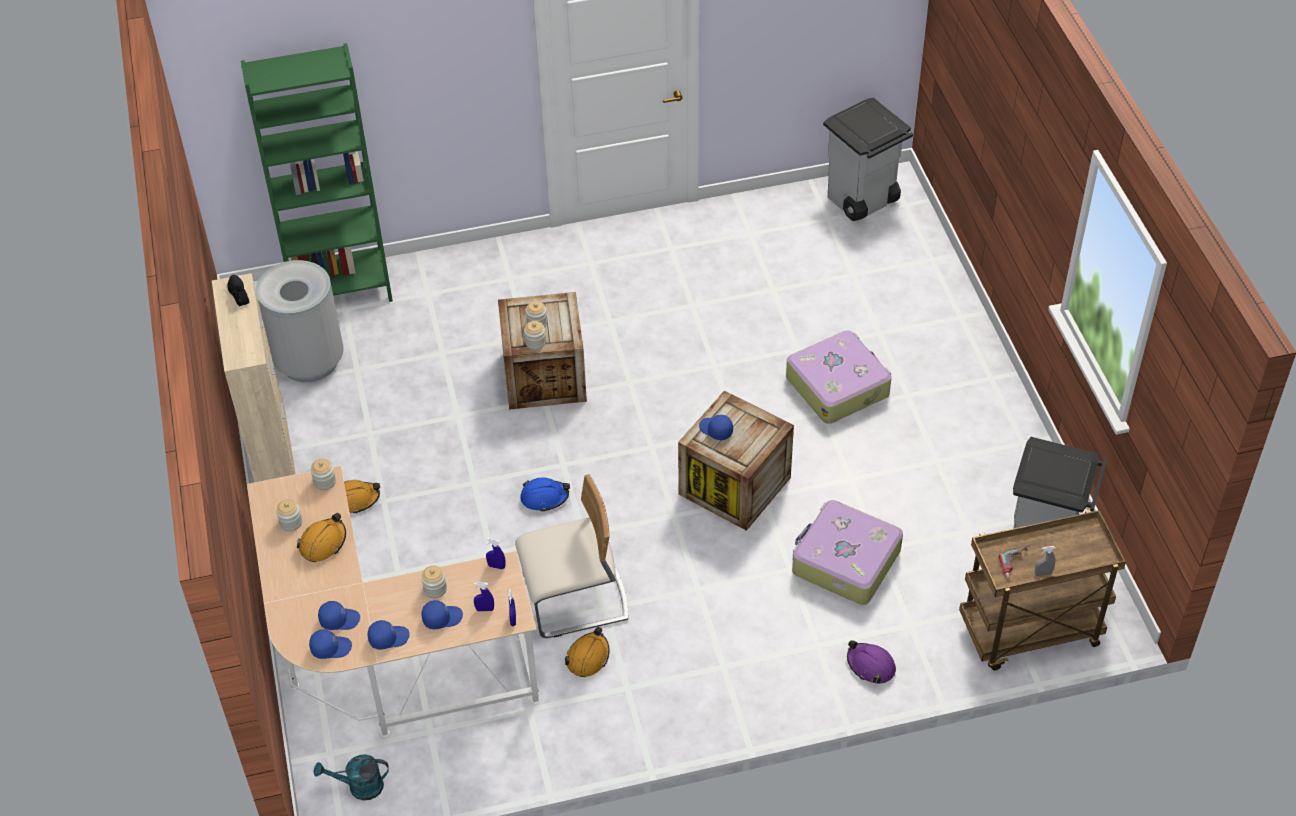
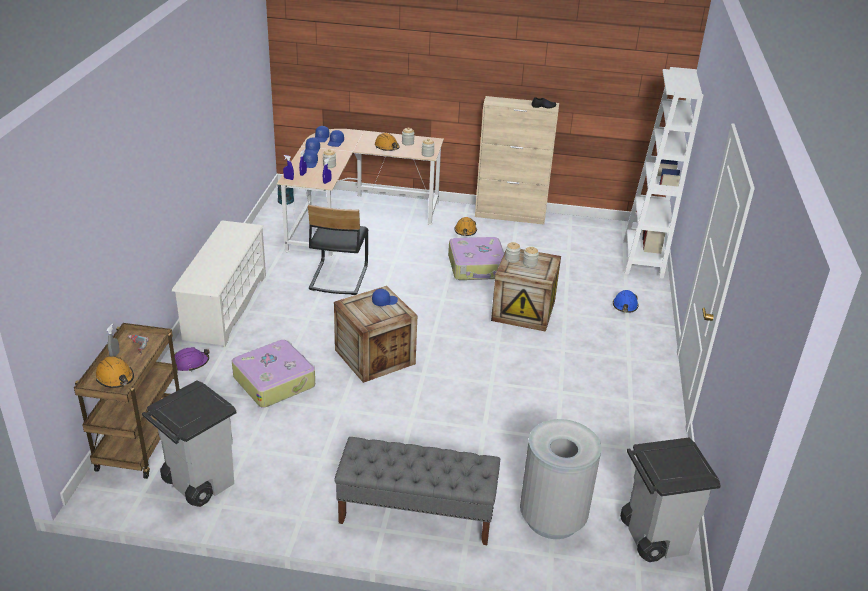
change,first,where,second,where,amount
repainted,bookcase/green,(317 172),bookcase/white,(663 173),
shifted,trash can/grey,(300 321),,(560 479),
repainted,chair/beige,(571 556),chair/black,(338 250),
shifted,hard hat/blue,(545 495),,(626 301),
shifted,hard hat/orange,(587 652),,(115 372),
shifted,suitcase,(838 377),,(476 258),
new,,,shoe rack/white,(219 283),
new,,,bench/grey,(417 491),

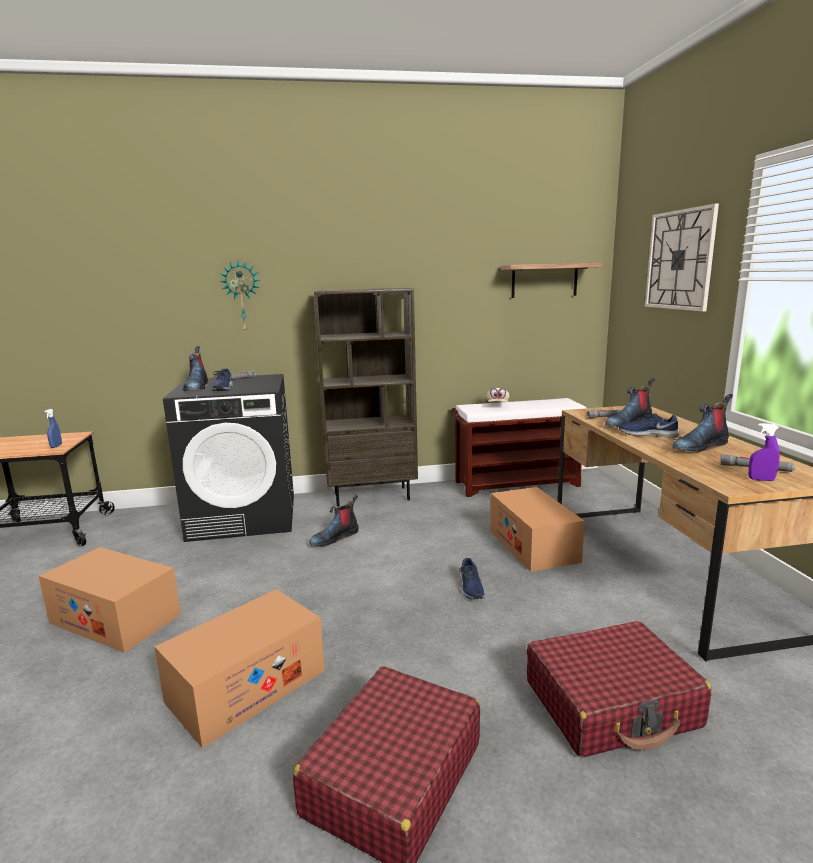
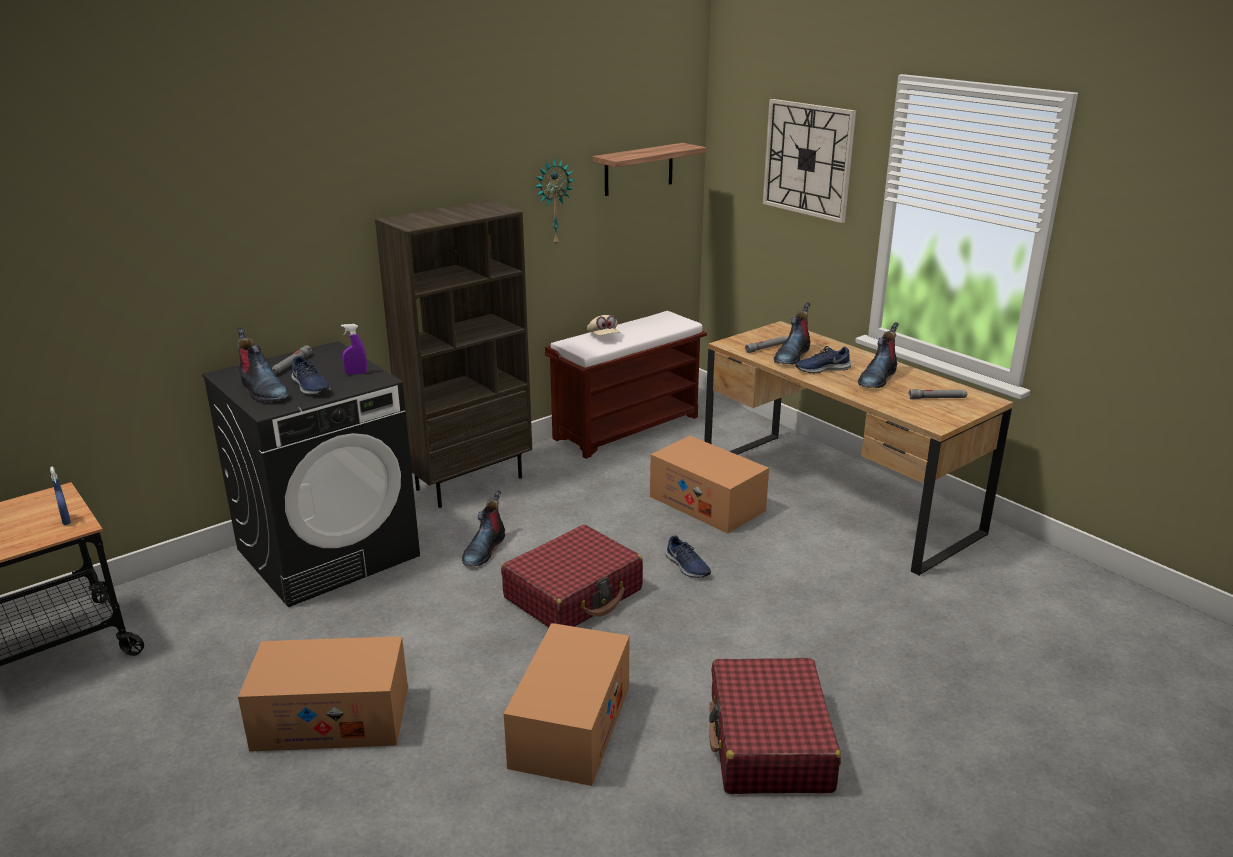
change,first,where,second,where,amount
shifted,wall clock,(240 296),,(554 202),
shifted,suitcase/red,(619 689),,(572 576),
shifted,spray bottle/purple,(764 452),,(354 349),

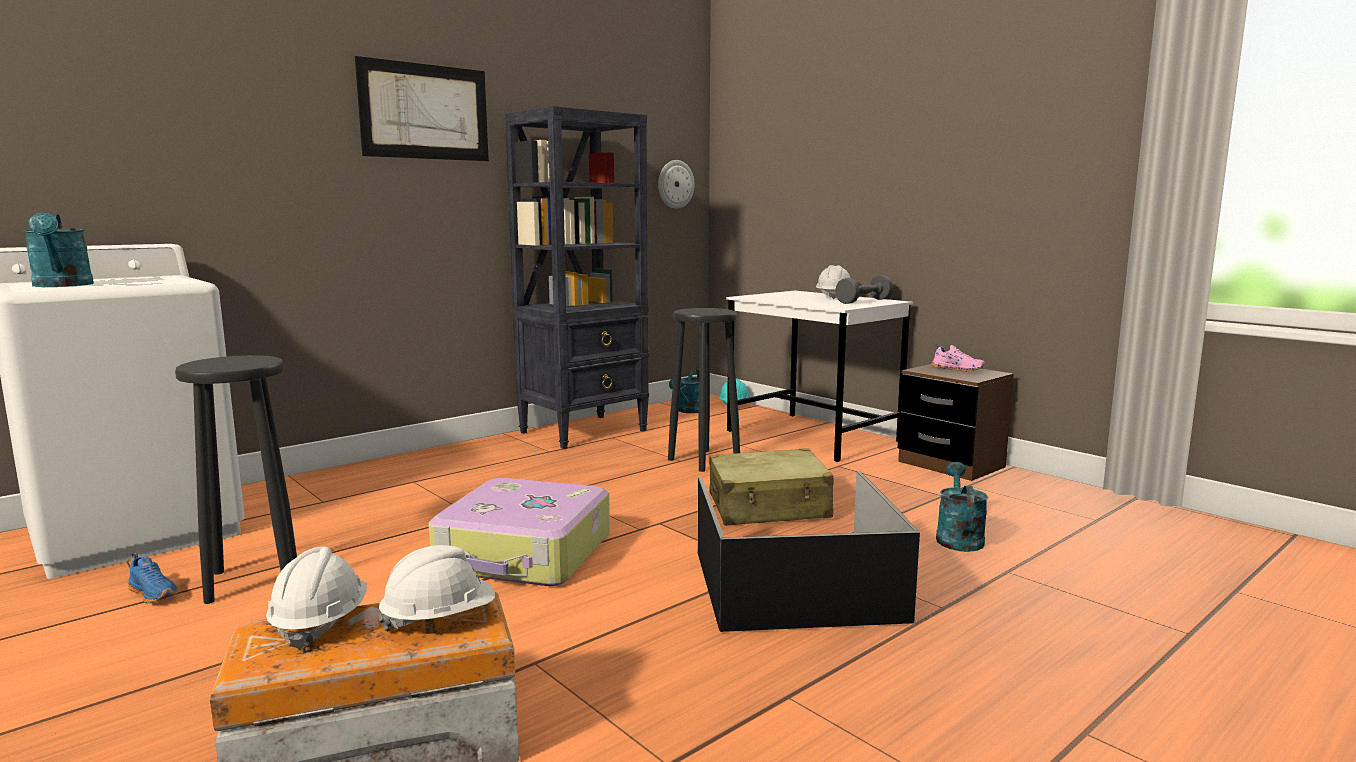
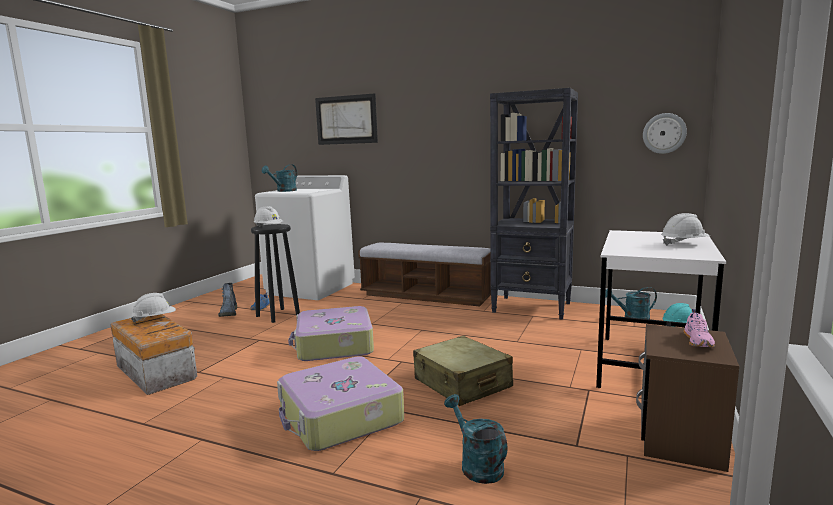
change,first,where,second,where,amount
shifted,picture,(422 108),,(346 119),
shifted,hard hat/white,(436 588),,(268 216),
gone,stool/black,(704 390),,,
swapped,storage box/black,(809 551),suitcase,(340 403),
gone,dumbbell/grey,(864 289),,,
rotated,watering can/turquoise,(962 507),,(475 439),105 degrees counterclockwise
new,,,boot,(227 300),
new,,,bench,(424 274),

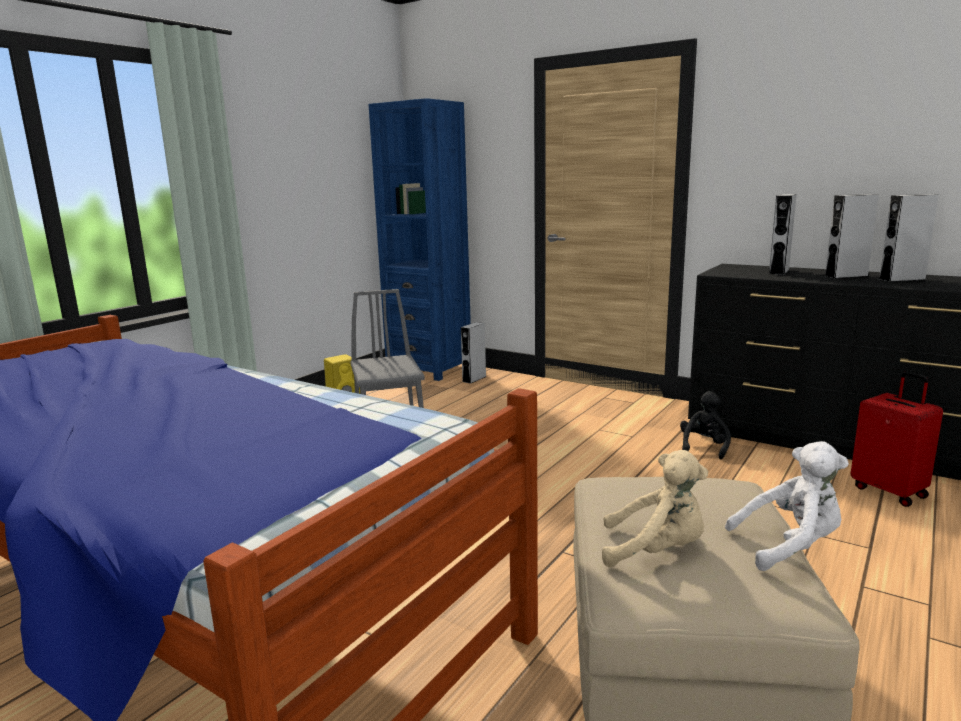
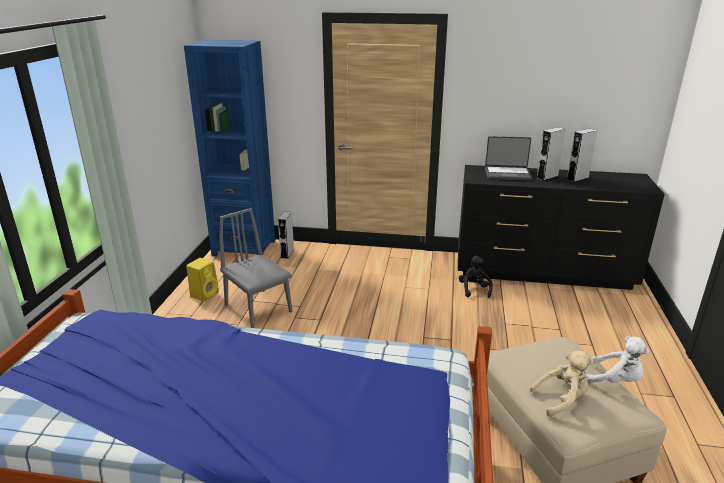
change,first,where,second,where,amount
rotated,plush toy/white,(787 506),,(617 360),60 degrees clockwise
swapped,speaker/grey,(783 234),laptop,(508 158),
gone,suitcase/red,(896 439),,,

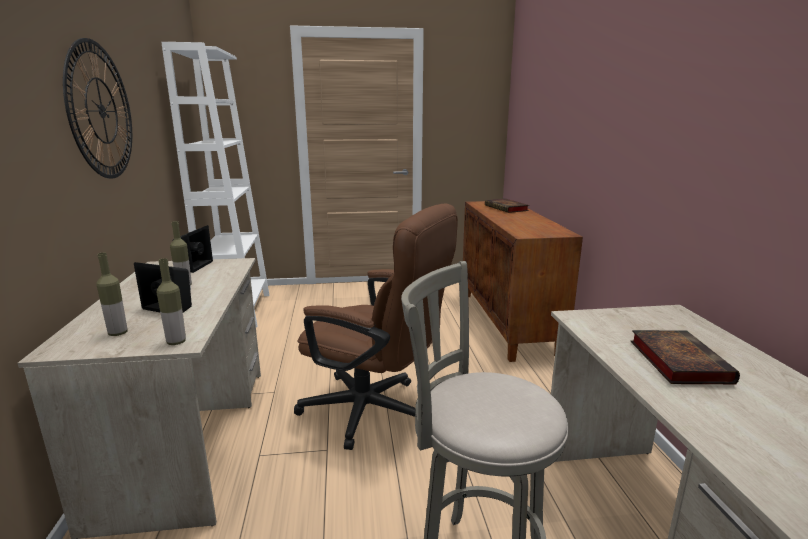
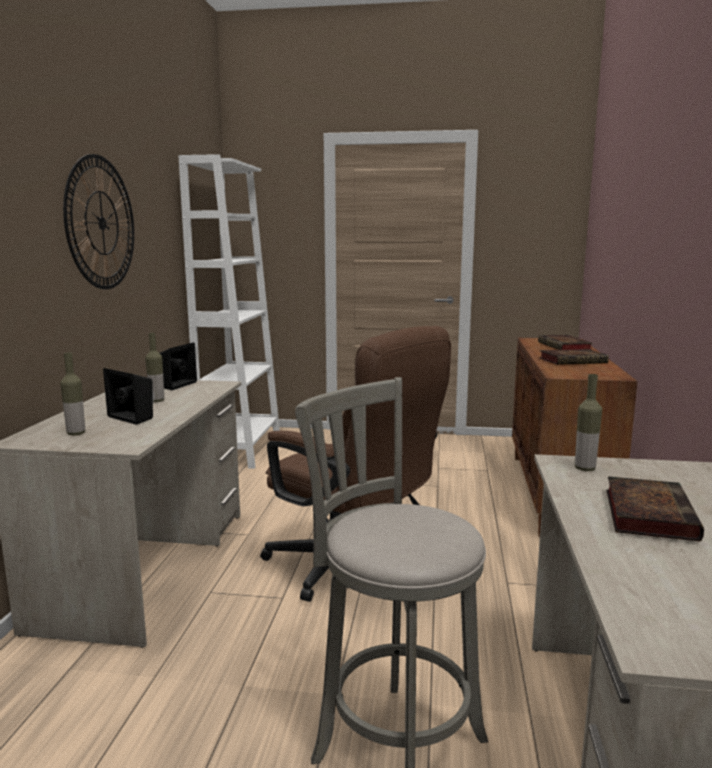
change,first,where,second,where,amount
shifted,bottle,(171 301),,(588 422),
new,,,book,(574 357),

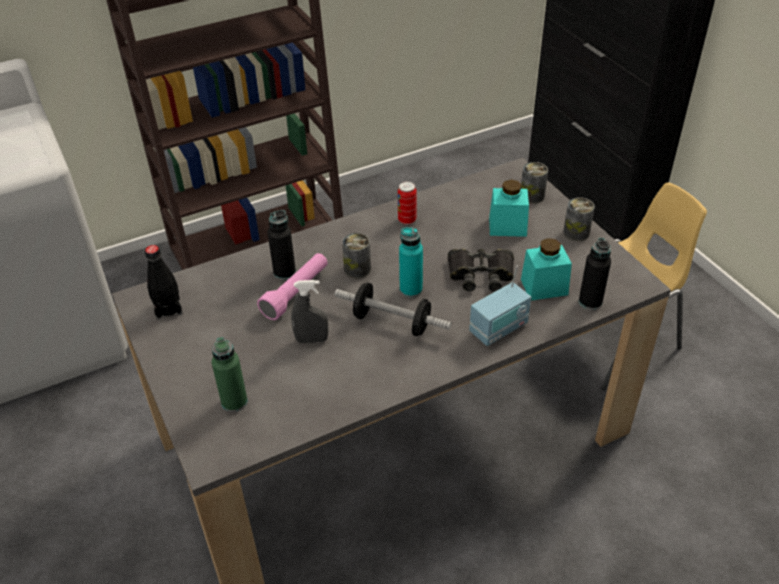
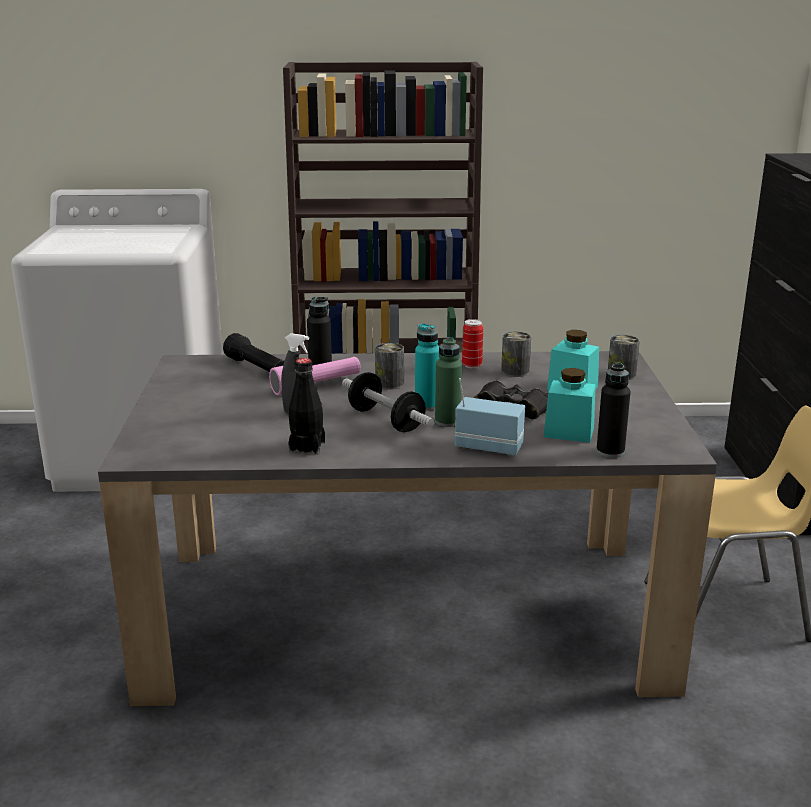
change,first,where,second,where,amount
shifted,bottle/black,(164 282),,(306 406),
shifted,bottle/green,(230 374),,(448 382),
rotated,radio,(500 305),,(490 417),150 degrees counterclockwise
shifted,can,(579 219),,(516 354),
new,,,flashlight/black,(253 352),

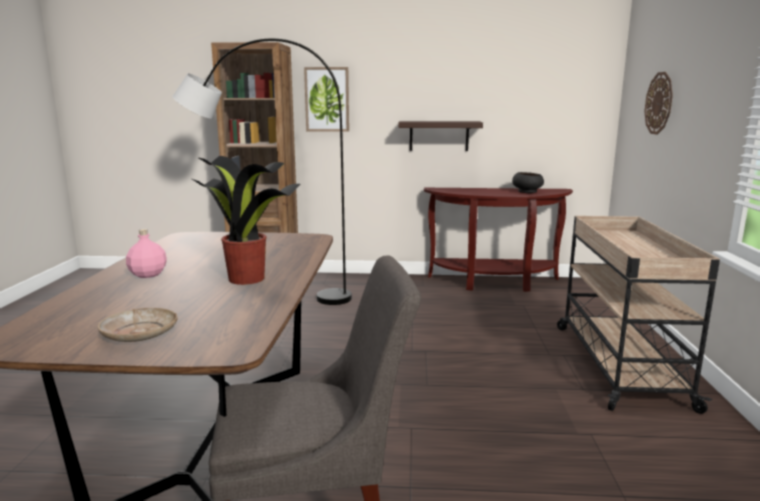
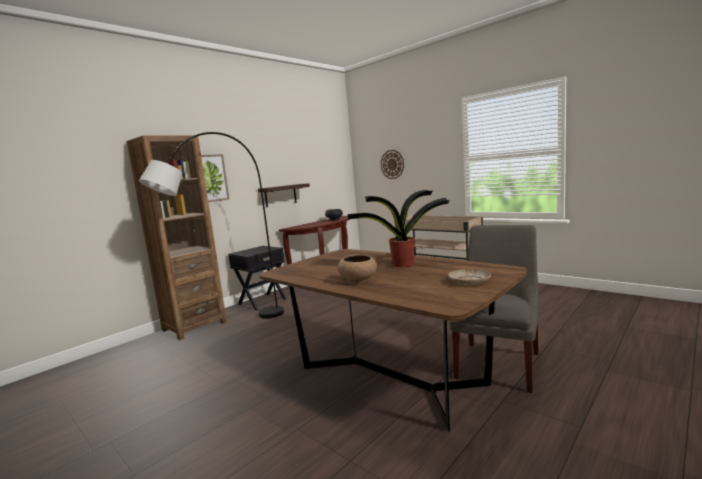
change,first,where,second,where,amount
swapped,bottle/pink,(146 253),bowl/brown,(357 269),
new,,,nightstand/black,(257 278),

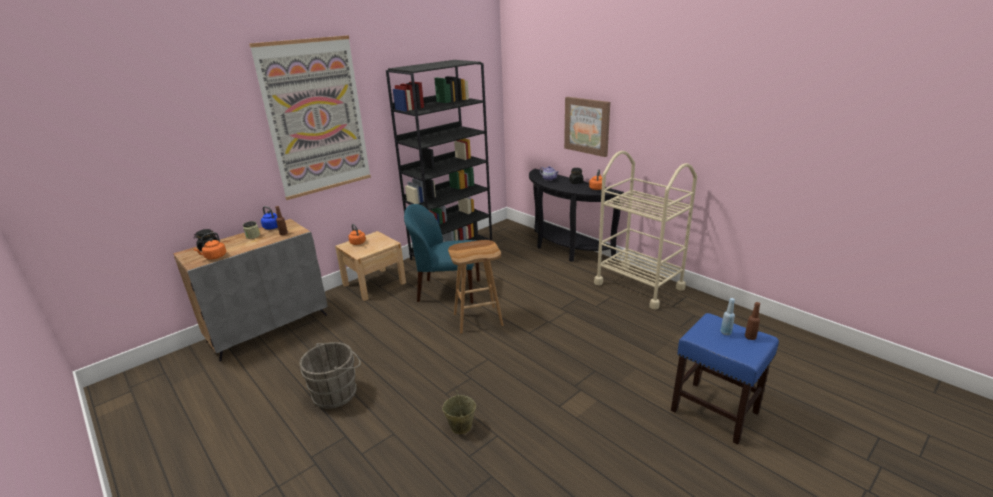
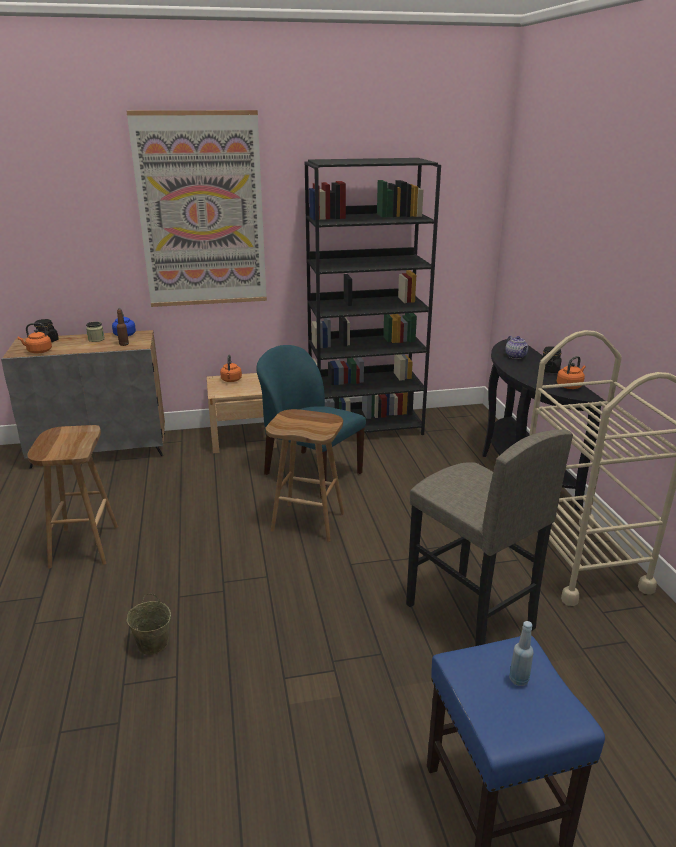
change,first,where,second,where,amount
swapped,bucket/grey,(330 375),stool/brown,(72 496),
gone,picture,(587 127),,,
gone,bottle/brown,(752 321),,,
new,,,stool/grey,(489 538),

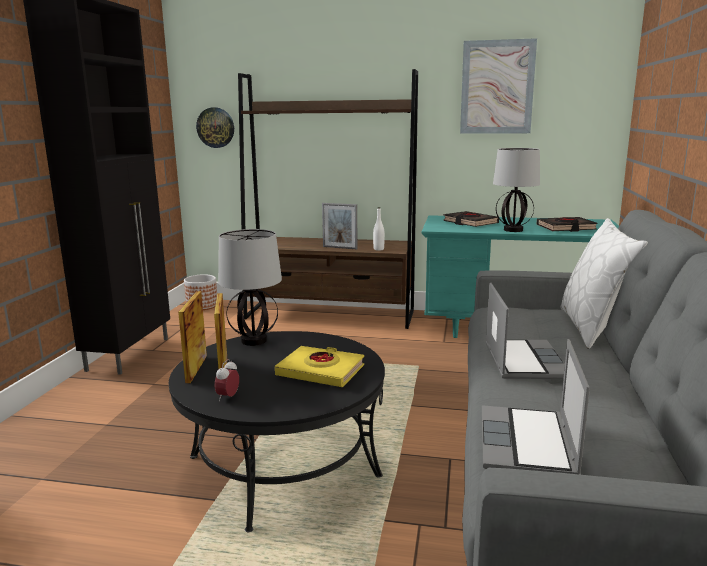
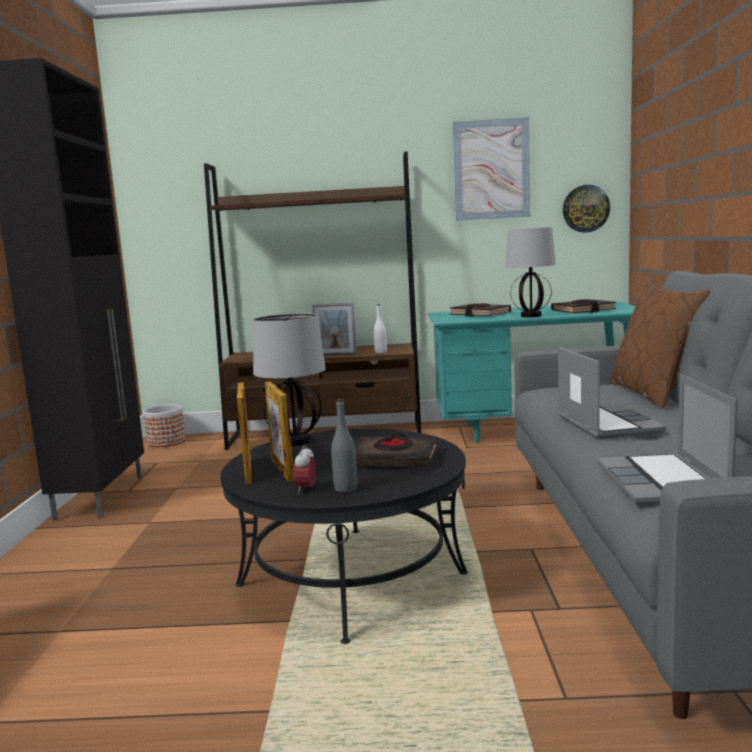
change,first,where,second,where,amount
shifted,wall clock,(215 127),,(586 209),
repainted,book/yellow,(319 366),book/black,(396 450),
repainted,pillow/white,(604 283),pillow/brown,(659 346),
new,,,bottle/grey,(344 446),

